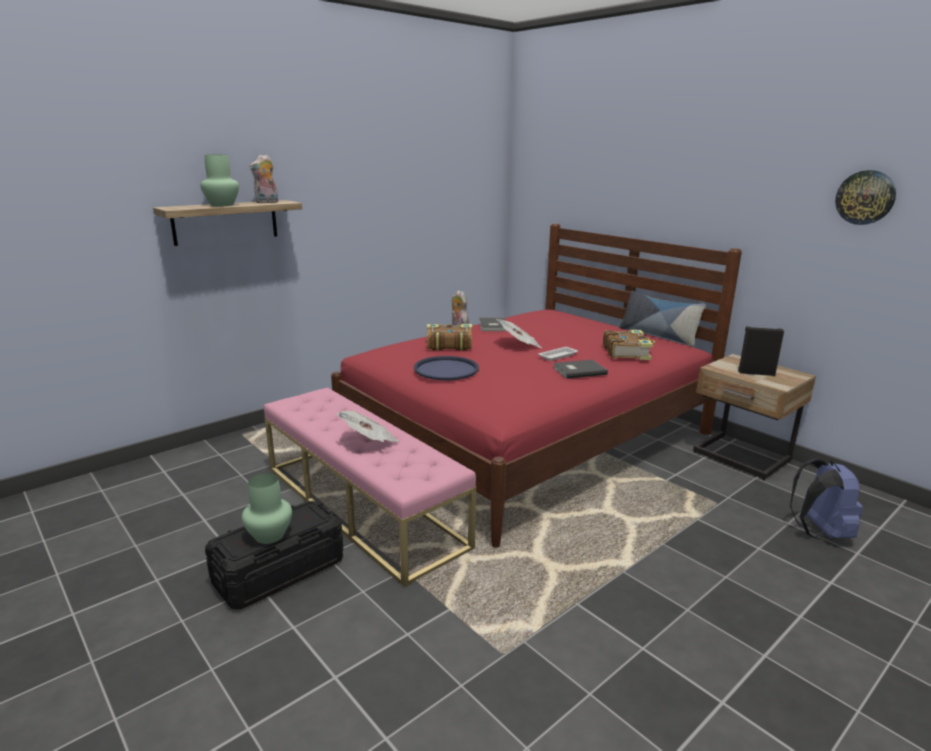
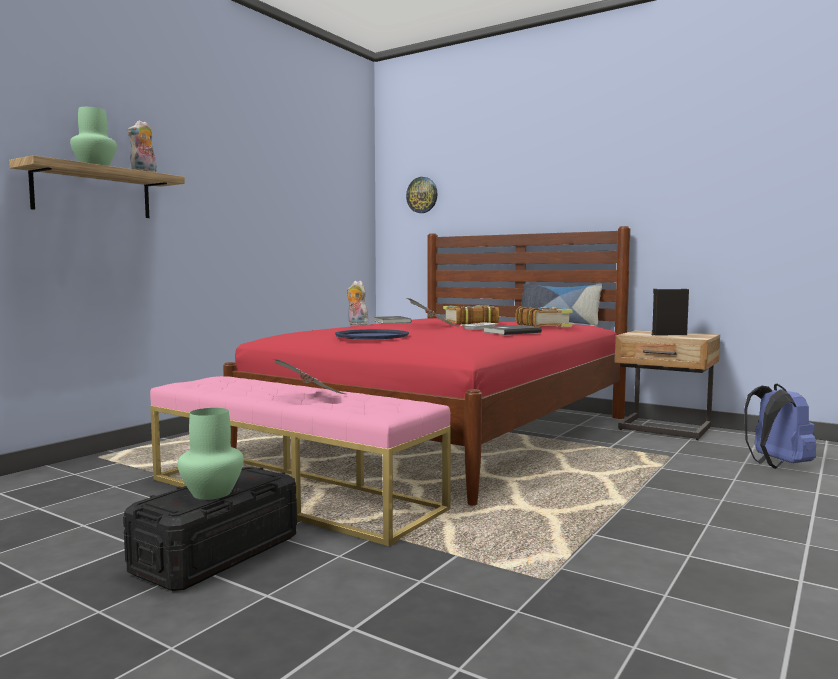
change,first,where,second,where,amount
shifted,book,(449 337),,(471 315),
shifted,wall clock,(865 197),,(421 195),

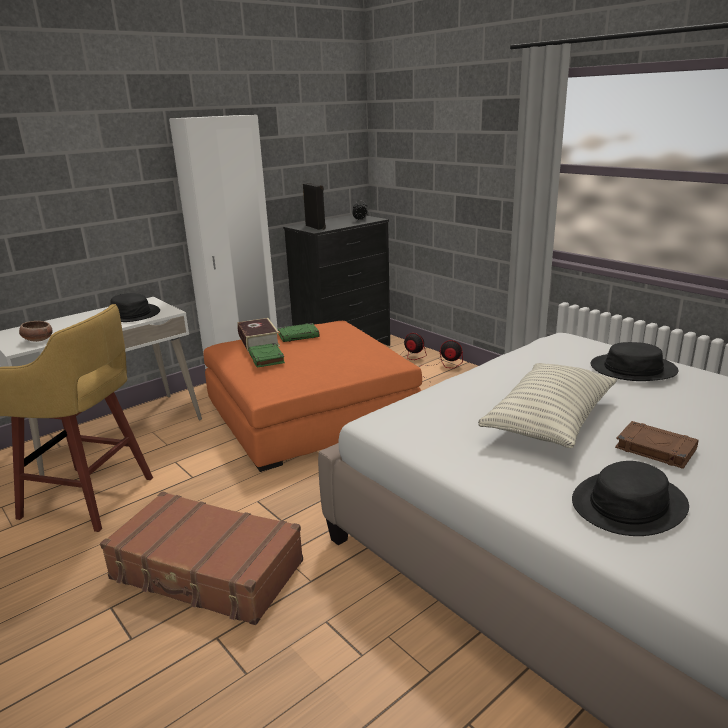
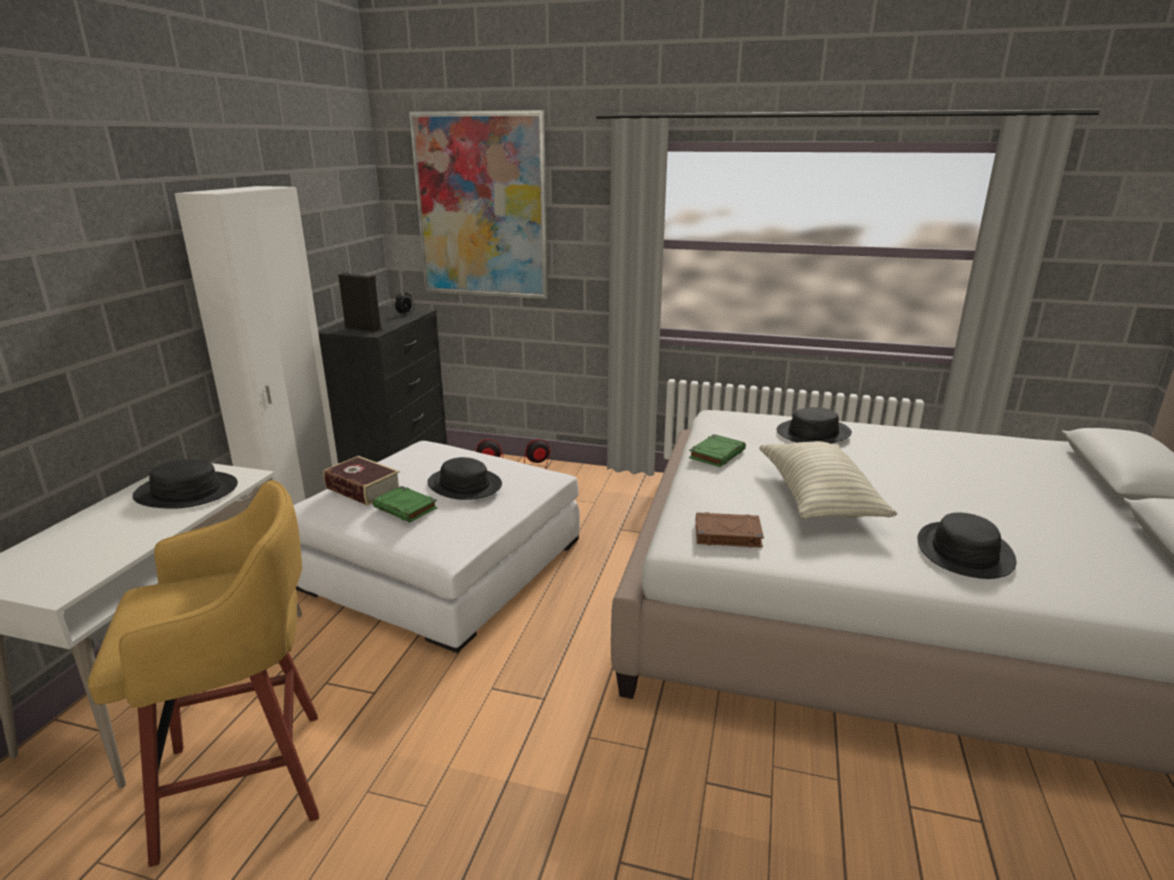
change,first,where,second,where,amount
gone,bowl,(36 331),,,
gone,suitcase/brown,(201 558),,,
repainted,ottoman/orange,(313 396),ottoman/white,(436 547),
shifted,book/green,(298 332),,(717 450),
shifted,book/brown,(657 445),,(730 530),
new,,,picture,(478 204),
new,,,hat/black,(464 478),

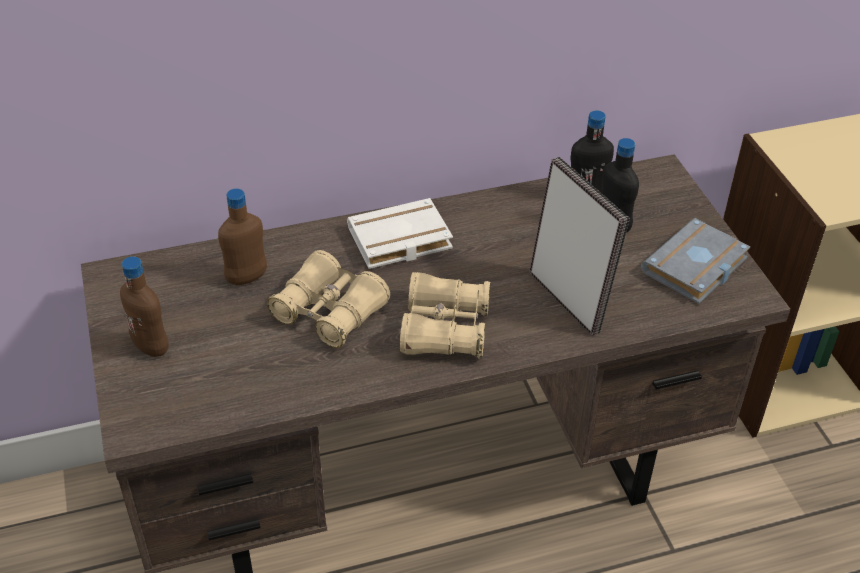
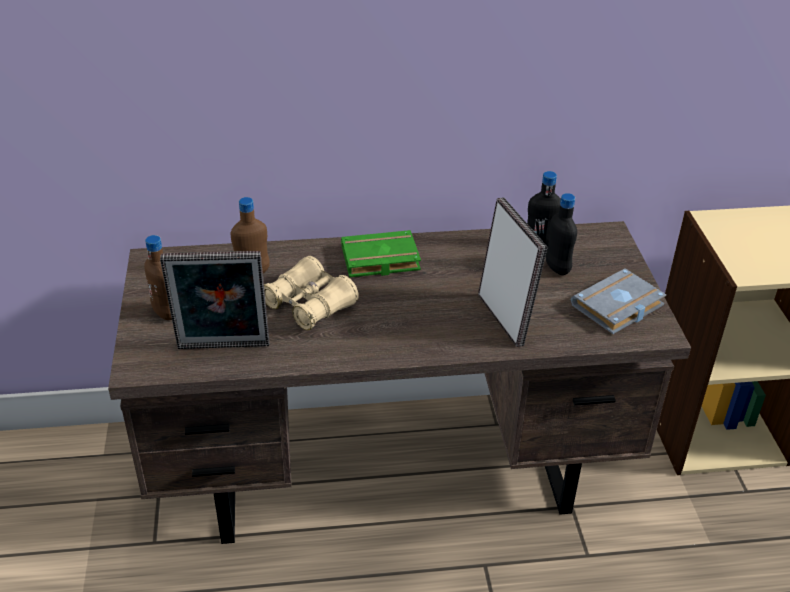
change,first,where,second,where,amount
repainted,book/white,(400 233),book/green,(381 253),
gone,binoculars/beige,(445 315),,,
new,,,picture frame,(214 300),

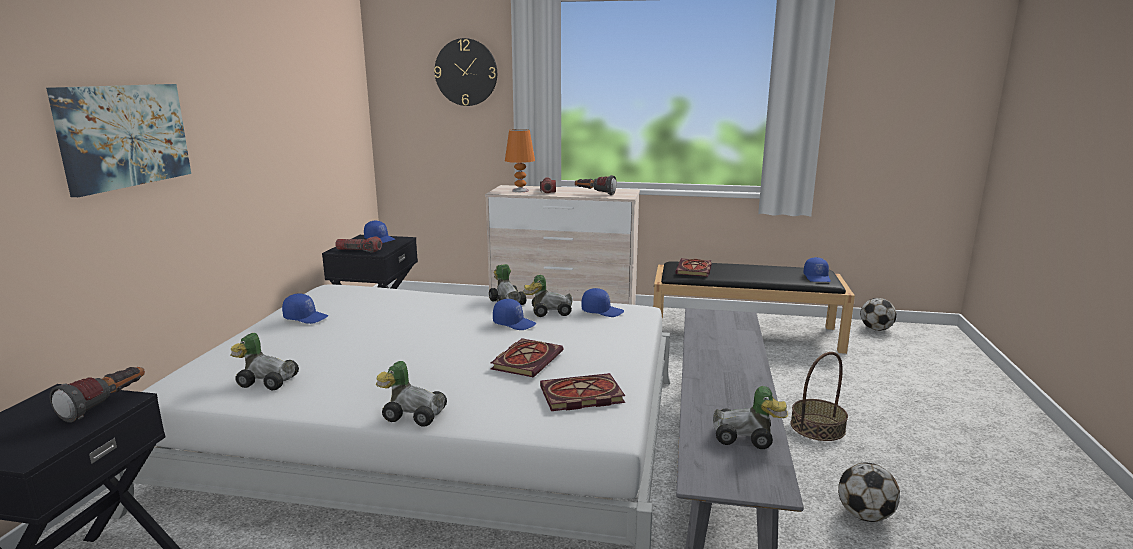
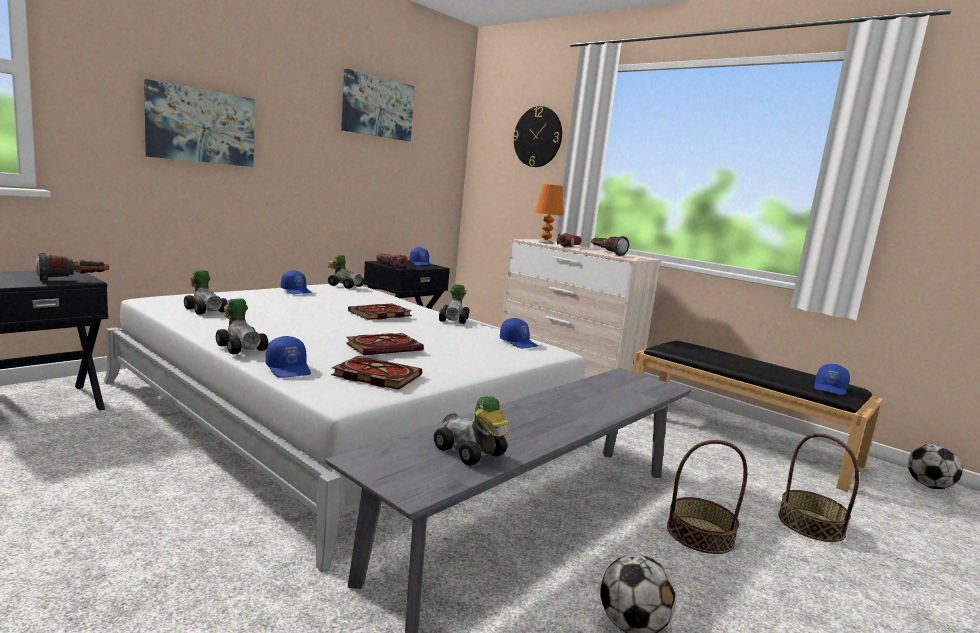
change,first,where,second,where,amount
shifted,cap/blue,(514 314),,(288 357),
shifted,toy car,(547 296),,(346 272),
shifted,book,(693 267),,(380 312),
new,,,picture,(378 105),
new,,,basket,(818 487),

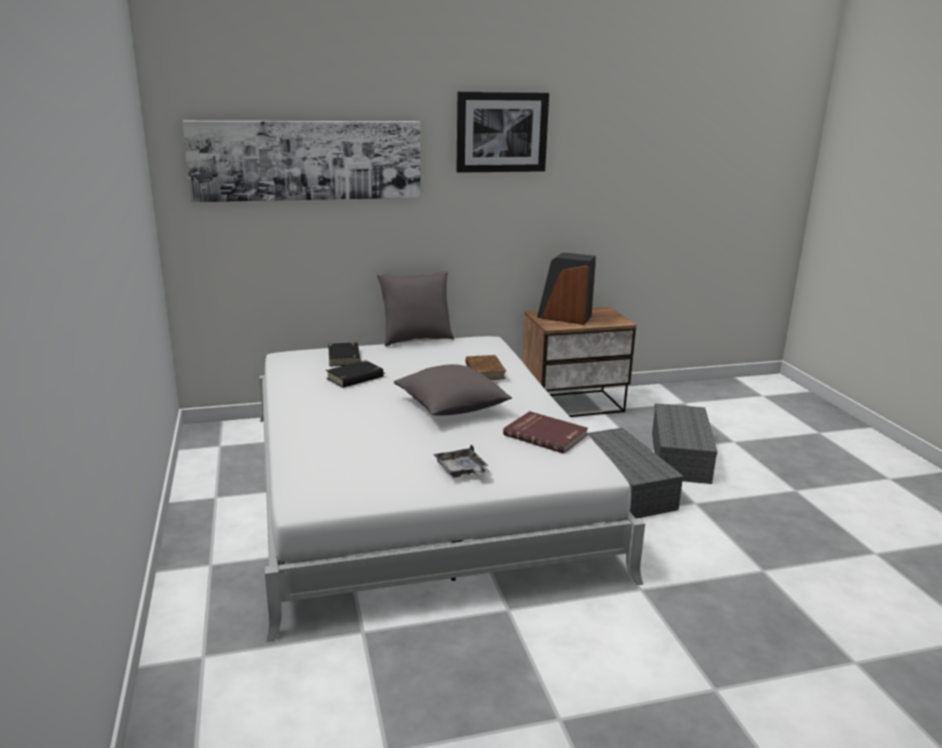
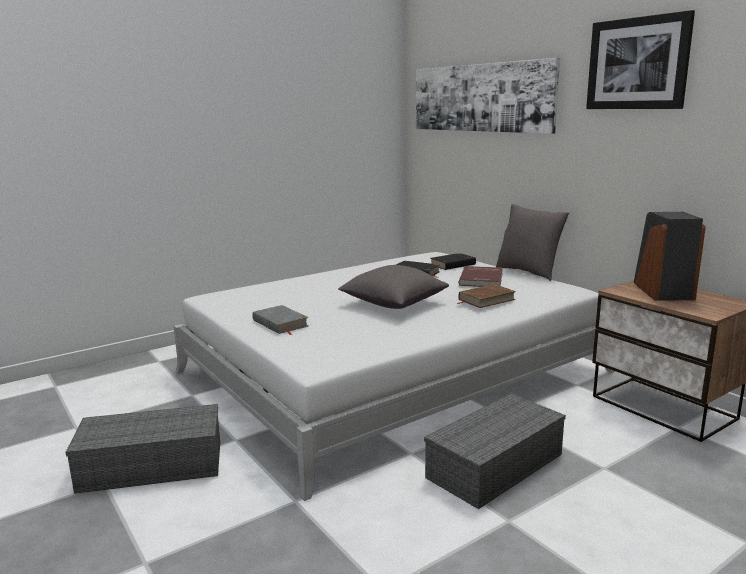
change,first,where,second,where,amount
swapped,tray/grey,(461 461),book/grey,(280 320),
shifted,book/red,(545 432),,(481 276),
shifted,storage box/grey,(684 443),,(142 449),

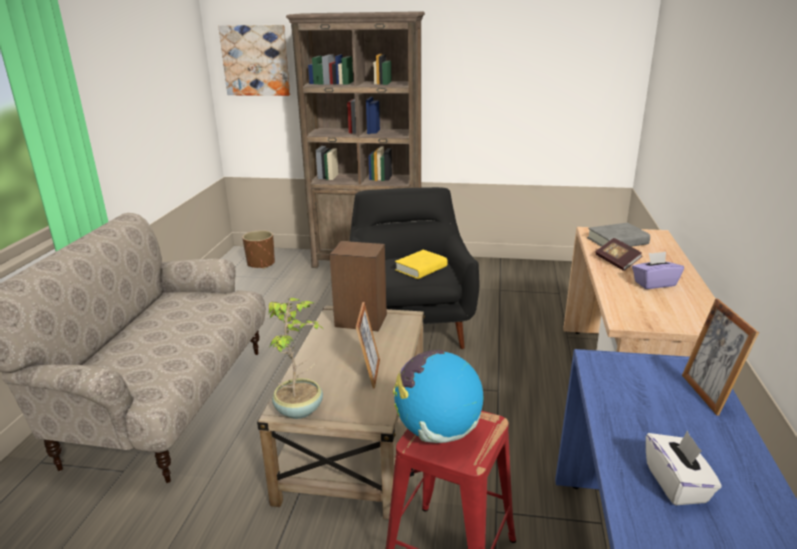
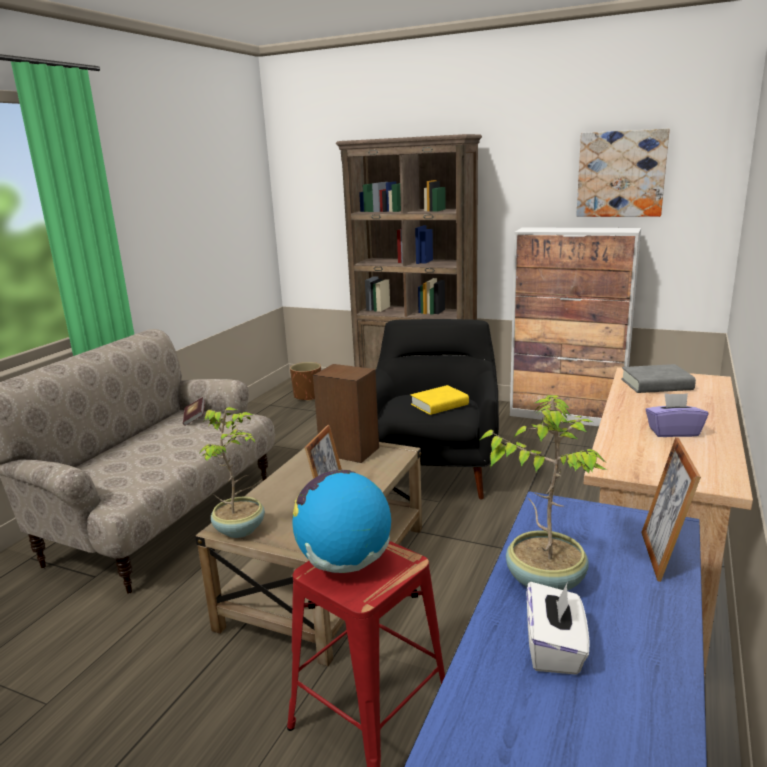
change,first,where,second,where,amount
shifted,picture,(254 60),,(623 173),
shifted,book,(618 254),,(194 411),
new,,,potted plant,(543 492),
new,,,cabinet,(575 326),

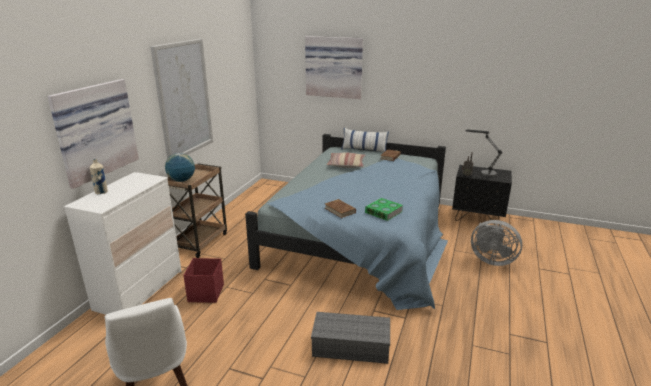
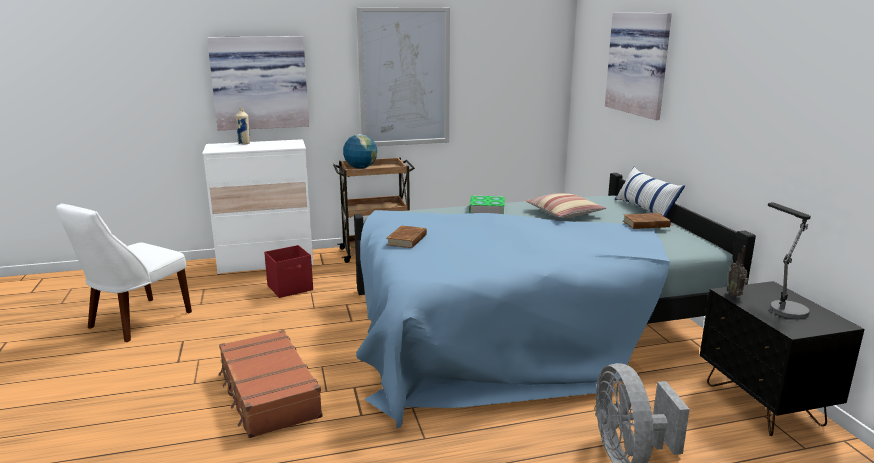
change,first,where,second,where,amount
swapped,storage box/grey,(350 338),suitcase/brown,(270 384),
shifted,book,(384 209),,(487 205),

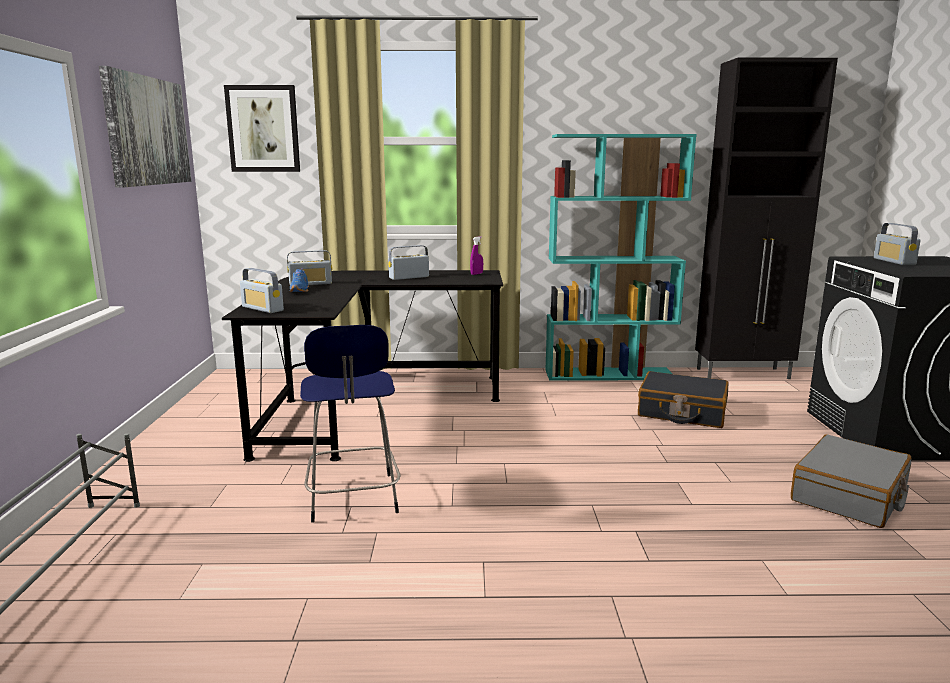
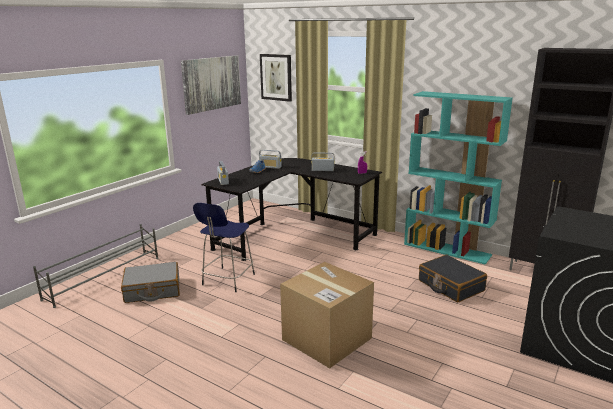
change,first,where,second,where,amount
shifted,suitcase/grey,(851 481),,(150 282),
gone,radio,(897 244),,,
new,,,cardboard box,(327 315),

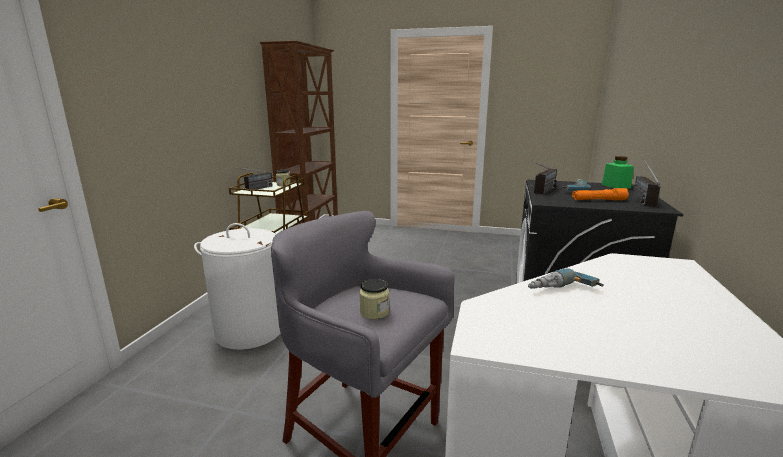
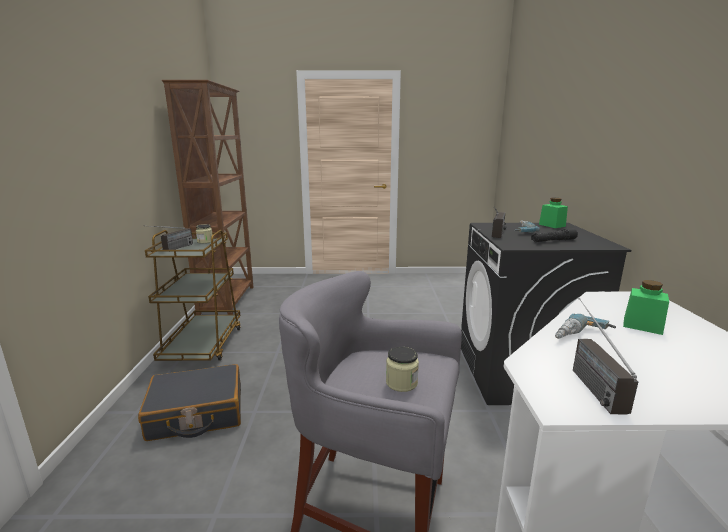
change,first,where,second,where,amount
swapped,laundry basket/white,(237 286),suitcase/black,(189 402),
repainted,flashlight/orange,(600 194),flashlight/black,(554 235),
shifted,radio,(646 182),,(605 356),
new,,,jar/green,(646 307),

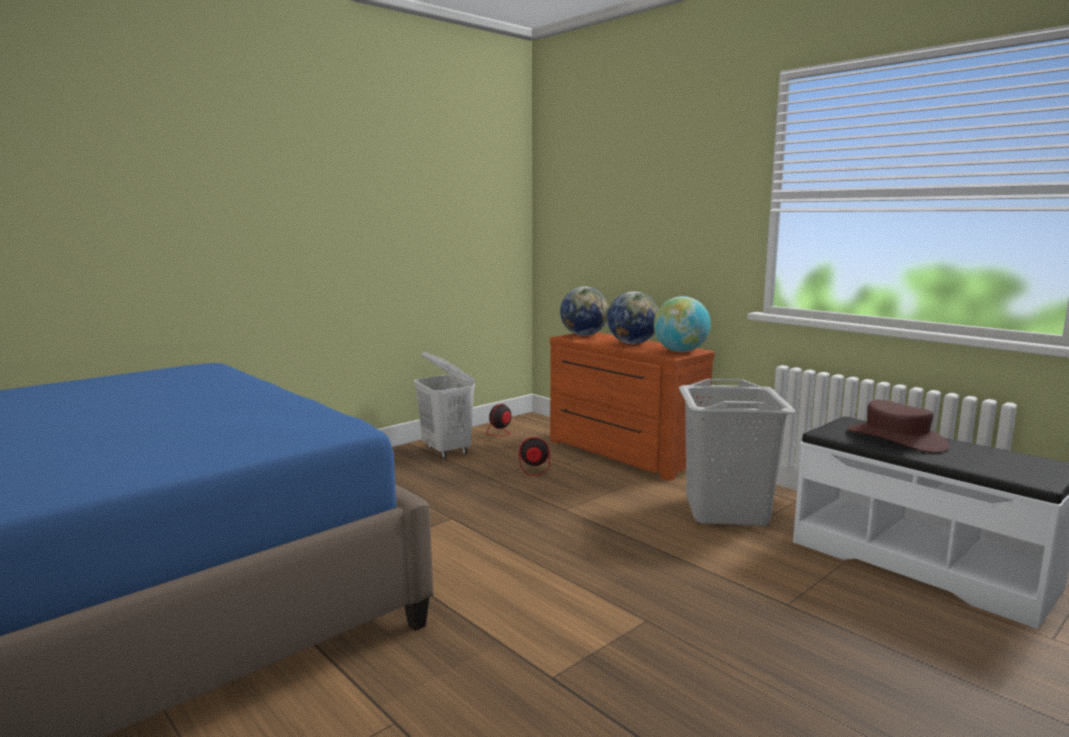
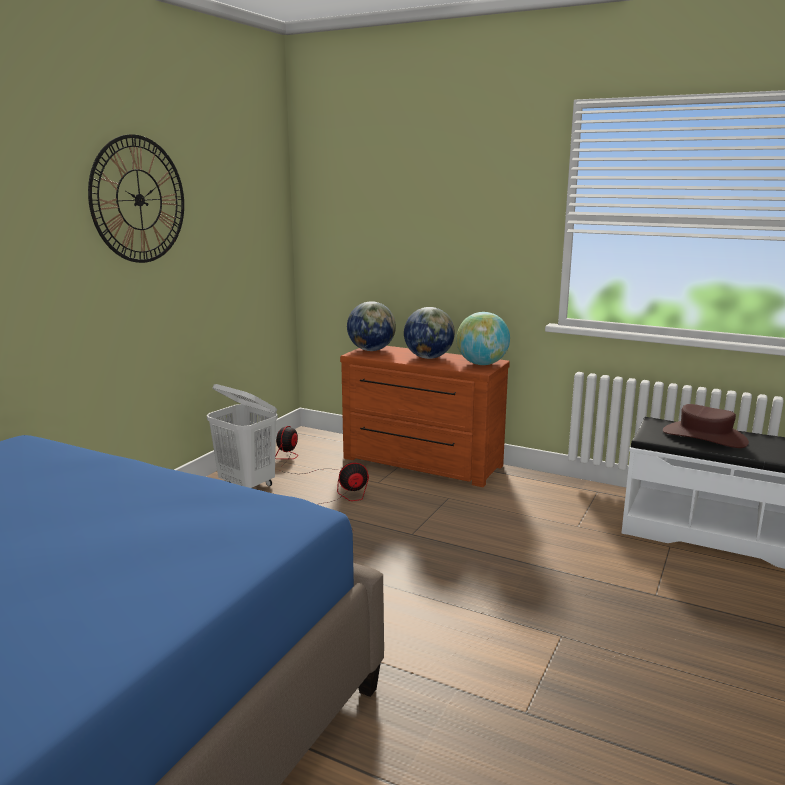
change,first,where,second,where,amount
gone,laundry basket/grey,(737 452),,,
new,,,wall clock,(136 198),

